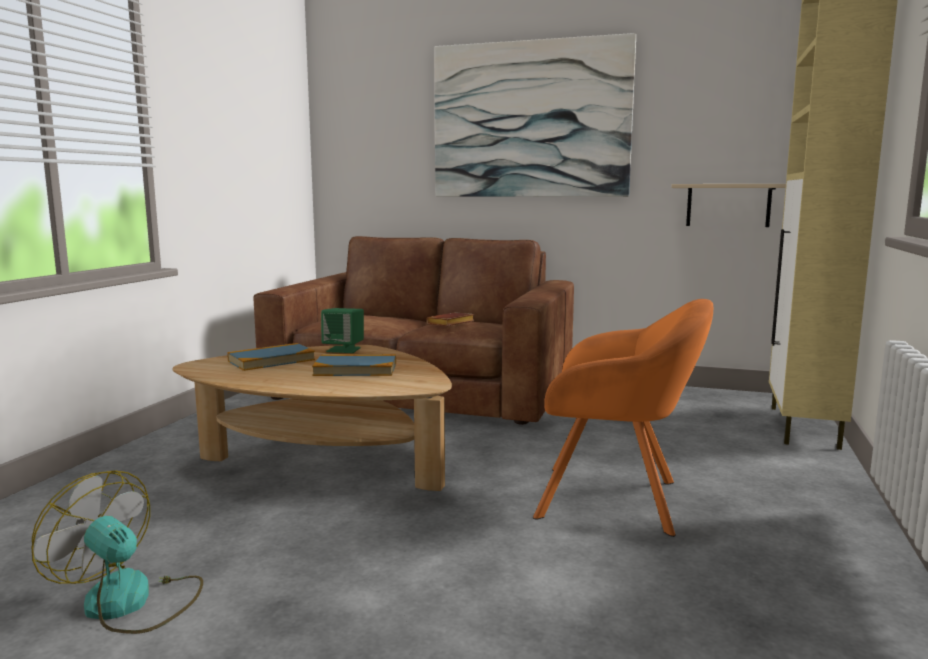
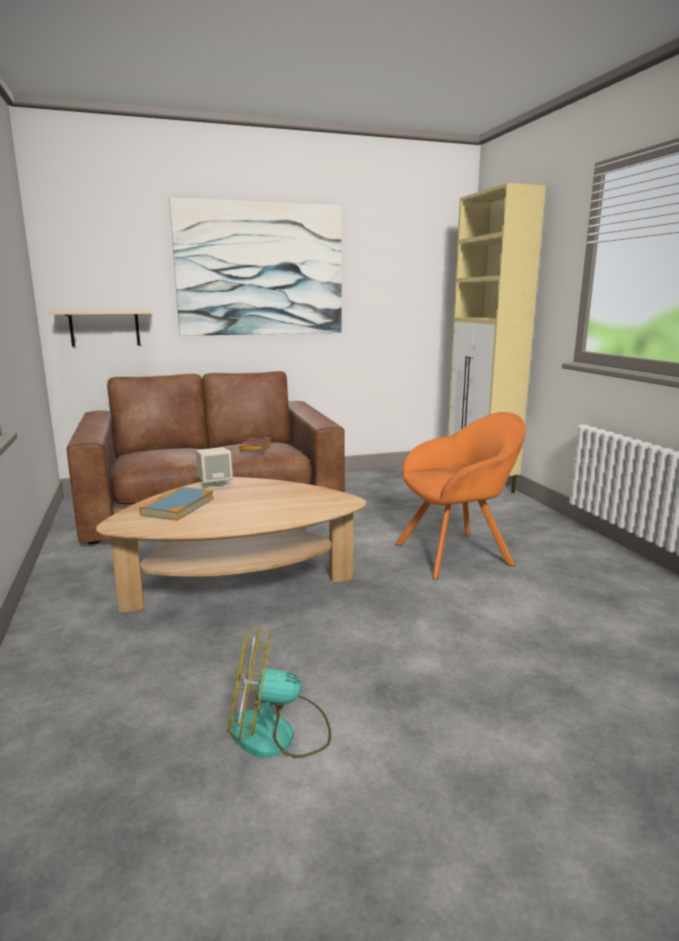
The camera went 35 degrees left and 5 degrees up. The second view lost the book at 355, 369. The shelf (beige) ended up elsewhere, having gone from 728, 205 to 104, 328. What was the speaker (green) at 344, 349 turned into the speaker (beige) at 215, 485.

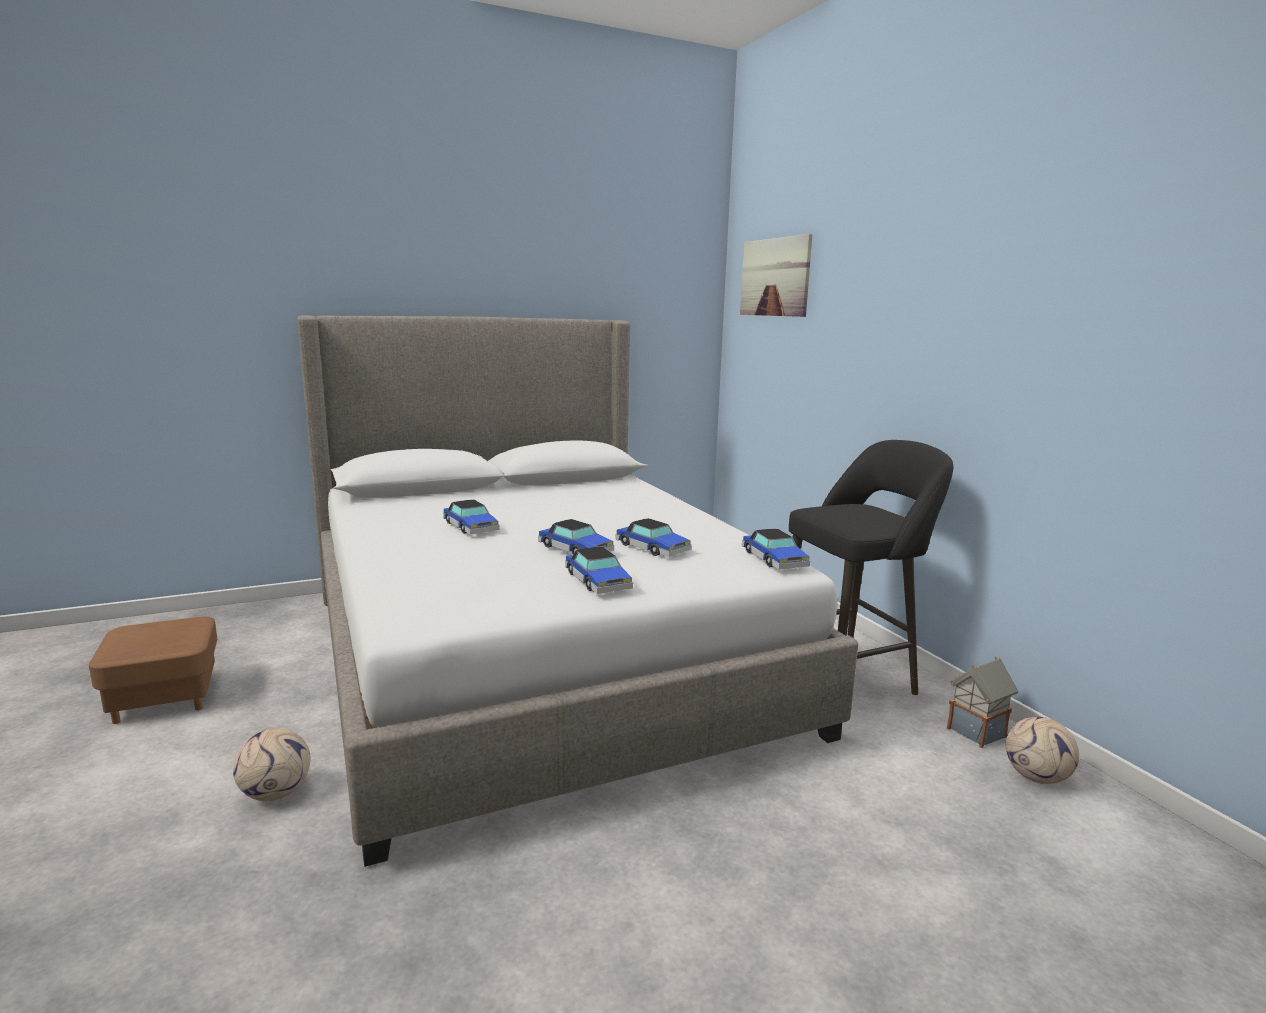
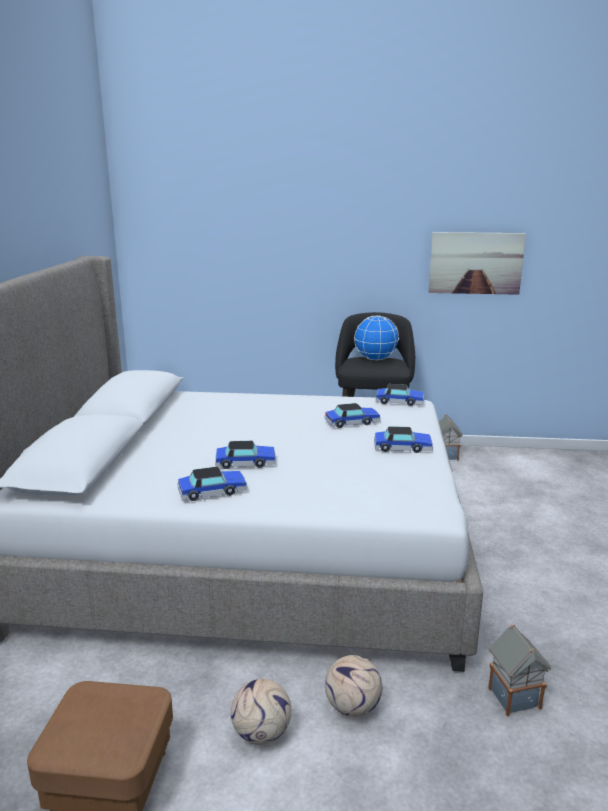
The camera went 60 degrees left and 5 degrees up. The second view gained the globe at 376, 359. The second view gained the toy house at 513, 697. The toy car ended up elsewhere, having gone from 575, 549 to 212, 491. The picture ended up elsewhere, having gone from 774, 277 to 475, 263. The football ended up elsewhere, having gone from 1037, 777 to 262, 733.

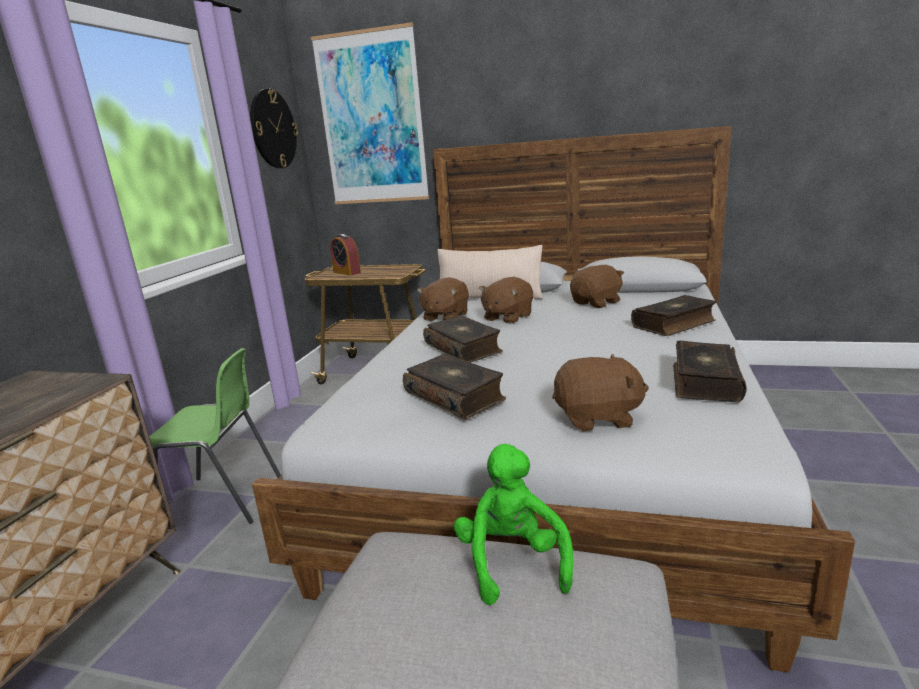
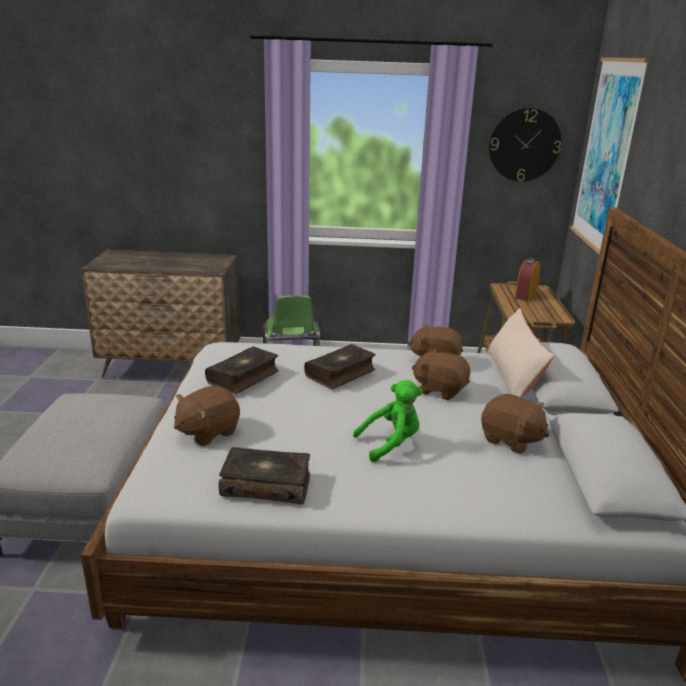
The camera went 75 degrees right and 5 degrees up. The second view lost the book at 674, 324. The plush toy (green) ended up elsewhere, having gone from 512, 562 to 391, 444. The plush toy (brown) at 598, 418 ended up facing another way, 60 degrees clockwise from before.

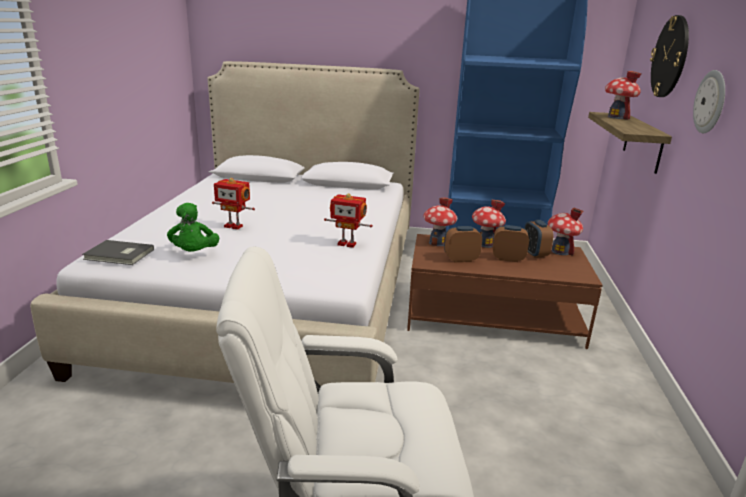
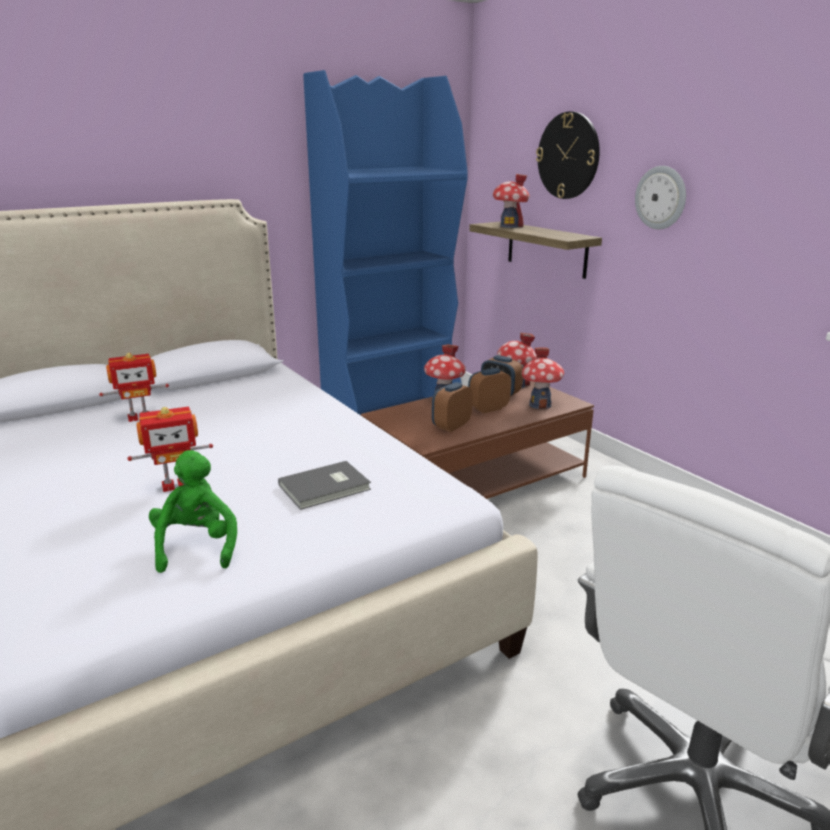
The camera went 40 degrees left and 0 degrees up. The book (grey) ended up elsewhere, having gone from 119, 255 to 326, 488. The toy robot ended up elsewhere, having gone from 347, 244 to 139, 417. The toy house ended up elsewhere, having gone from 438, 243 to 540, 404. The plush toy (green) at 194, 253 ended up facing another way, 135 degrees counterclockwise from before.

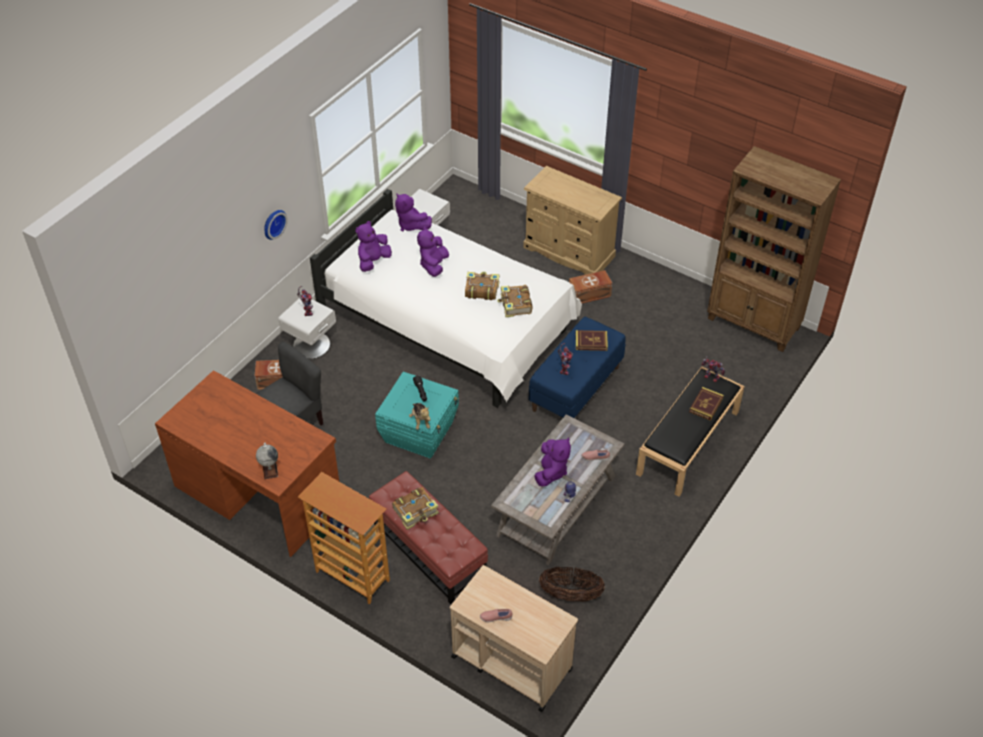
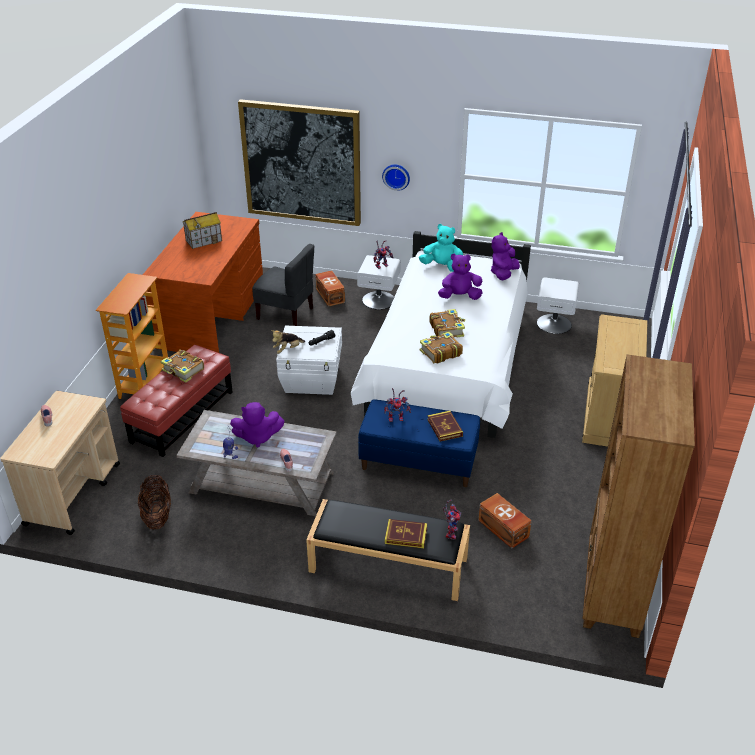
The camera went 70 degrees right and 10 degrees down. The second view lost the globe at 270, 470. The second view gained the toy house at 204, 240. The second view gained the picture at 302, 163. The storage box (brown) ended up elsewhere, having gone from 590, 294 to 503, 529. What was the plush toy (purple) at 373, 261 turned into the plush toy (turquoise) at 442, 266. What was the storage box (turquoise) at 419, 432 turned into the storage box (white) at 312, 379.

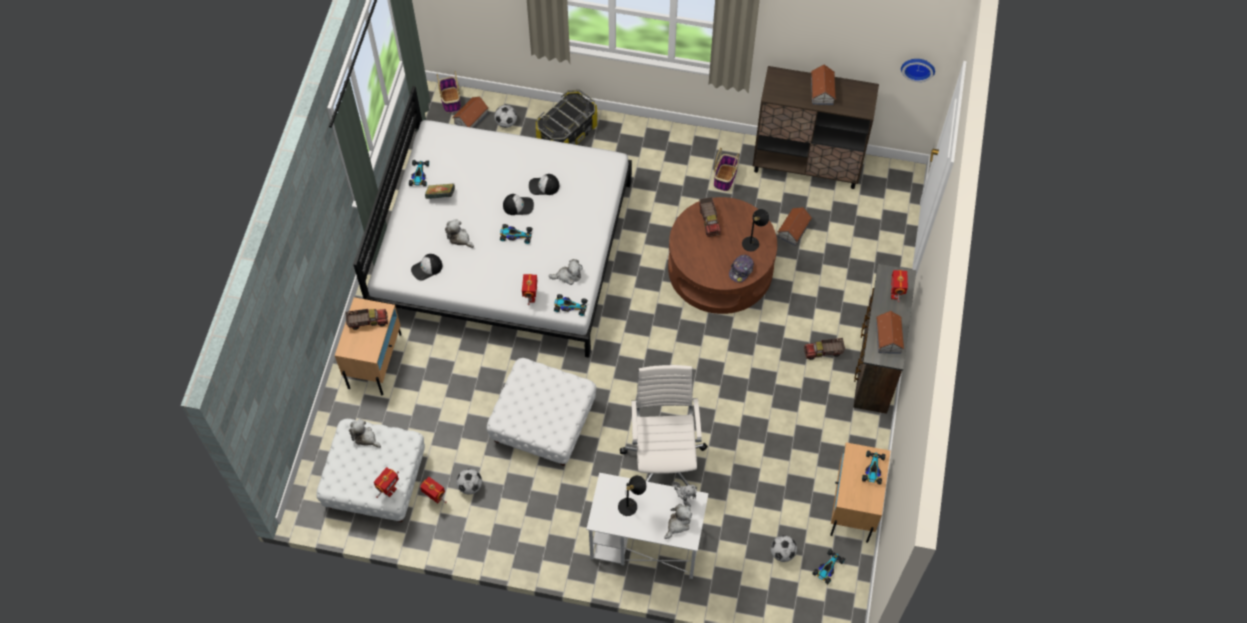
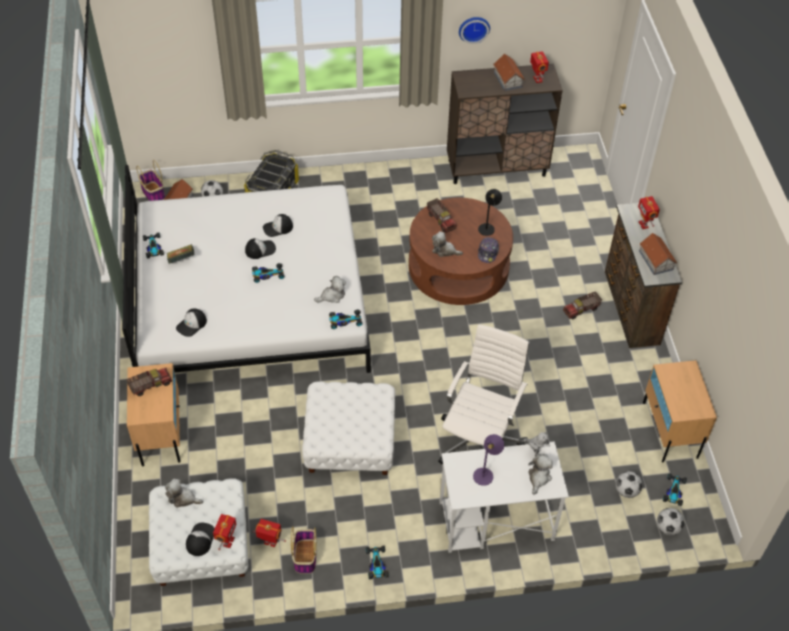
The camera went 20 degrees left and 10 degrees down. The second view lost the toy house at 794, 230. The second view gained the cap at 200, 539. The plush toy ended up elsewhere, having gone from 459, 238 to 444, 250. The football ended up elsewhere, having gone from 470, 486 to 667, 528. The toy robot ended up elsewhere, having gone from 531, 297 to 537, 79. The basket ended up elsewhere, having gone from 725, 177 to 305, 556. The toy car ended up elsewhere, having gone from 873, 469 to 376, 564. The wall clock ended up elsewhere, having gone from 918, 67 to 473, 28. What was the table lamp (black) at 631, 505 turned into the table lamp (purple) at 486, 474. The office chair (white) at 664, 458 ended up facing another way, 45 degrees clockwise from before.

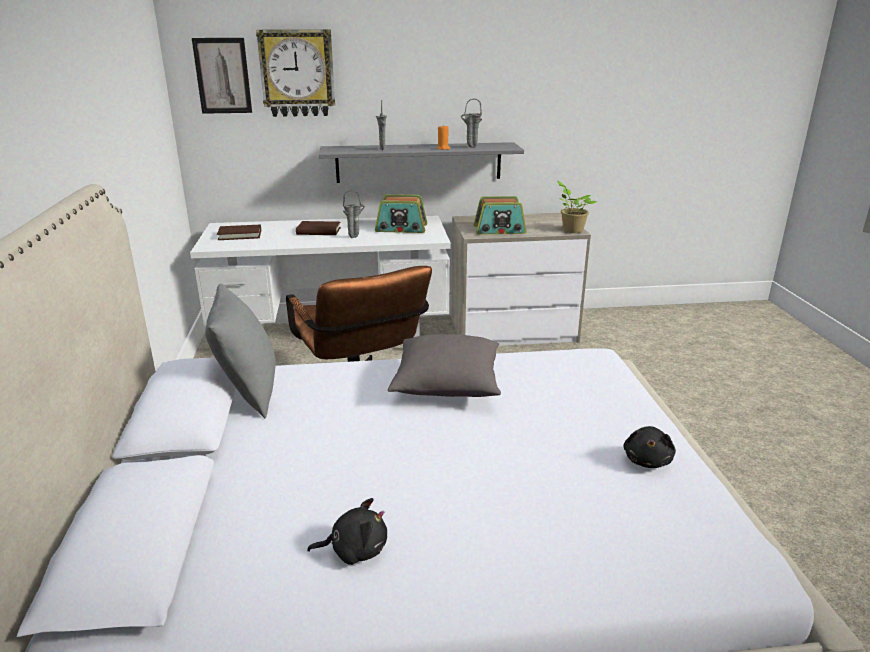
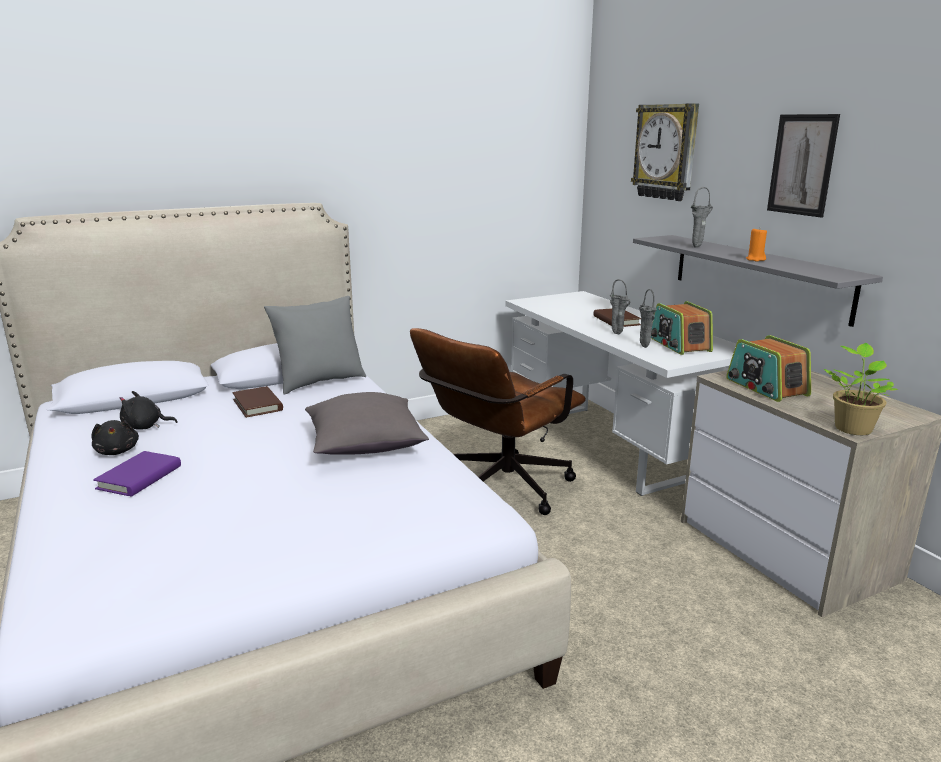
The camera went 70 degrees right and 5 degrees down. The second view gained the book (purple) at 139, 477. The picture ended up elsewhere, having gone from 222, 76 to 802, 165. The book (brown) ended up elsewhere, having gone from 240, 235 to 258, 405. The vase (grey) ended up elsewhere, having gone from 470, 147 to 643, 346. The plush toy (black) ended up elsewhere, having gone from 647, 460 to 145, 427.

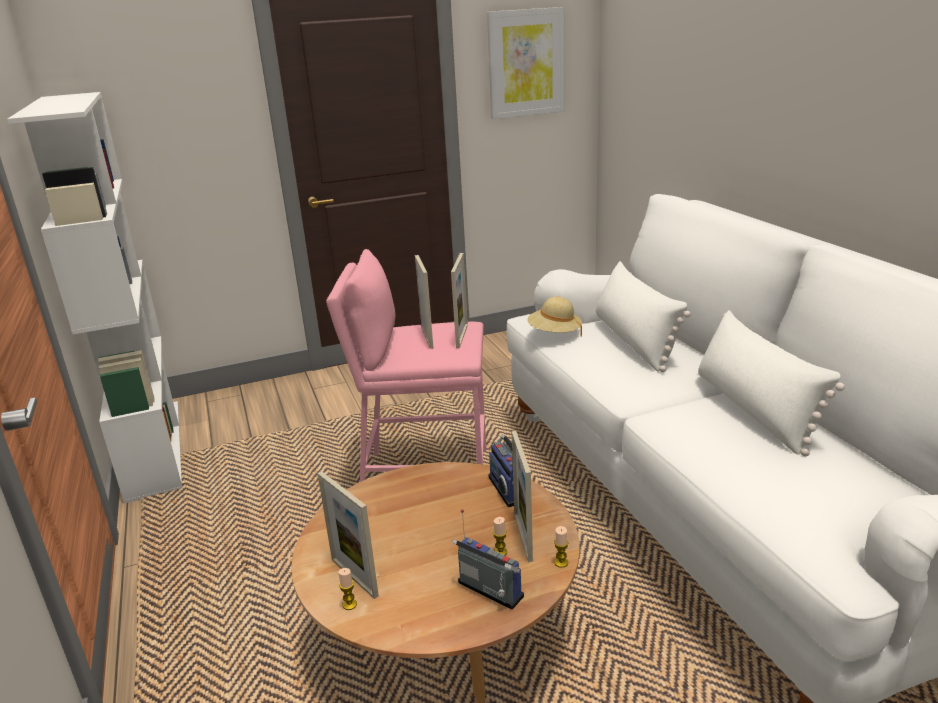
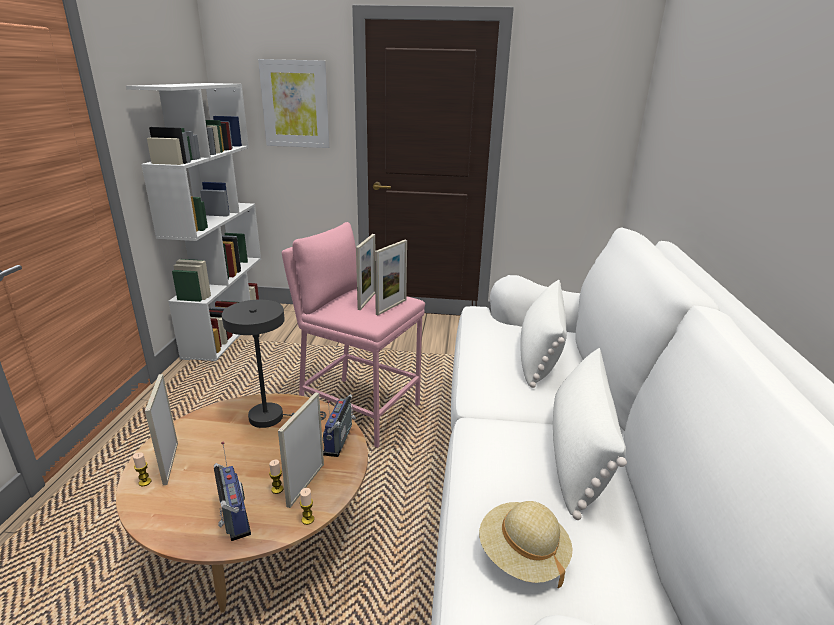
The camera went 25 degrees right and 0 degrees up. The second view gained the table lamp (grey) at 273, 417. The picture ended up elsewhere, having gone from 526, 63 to 295, 104. The hat (beige) ended up elsewhere, having gone from 554, 333 to 522, 556.

